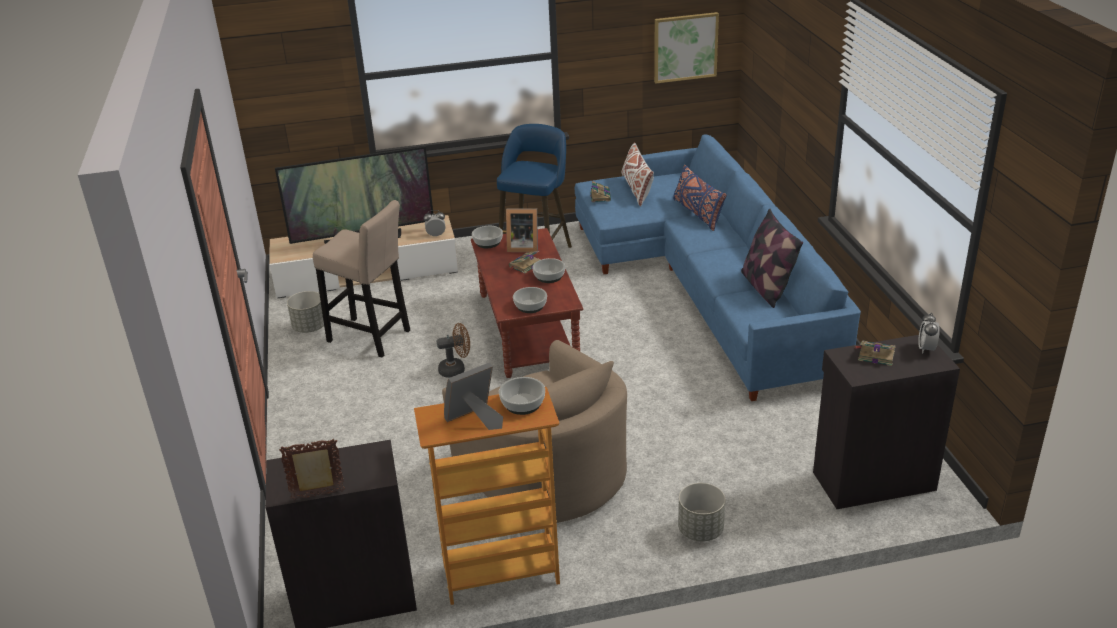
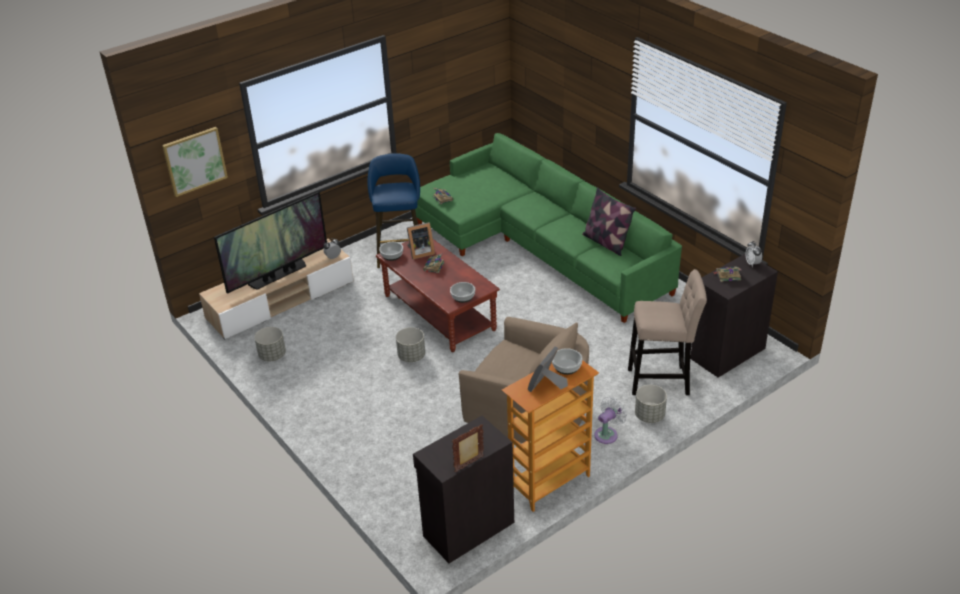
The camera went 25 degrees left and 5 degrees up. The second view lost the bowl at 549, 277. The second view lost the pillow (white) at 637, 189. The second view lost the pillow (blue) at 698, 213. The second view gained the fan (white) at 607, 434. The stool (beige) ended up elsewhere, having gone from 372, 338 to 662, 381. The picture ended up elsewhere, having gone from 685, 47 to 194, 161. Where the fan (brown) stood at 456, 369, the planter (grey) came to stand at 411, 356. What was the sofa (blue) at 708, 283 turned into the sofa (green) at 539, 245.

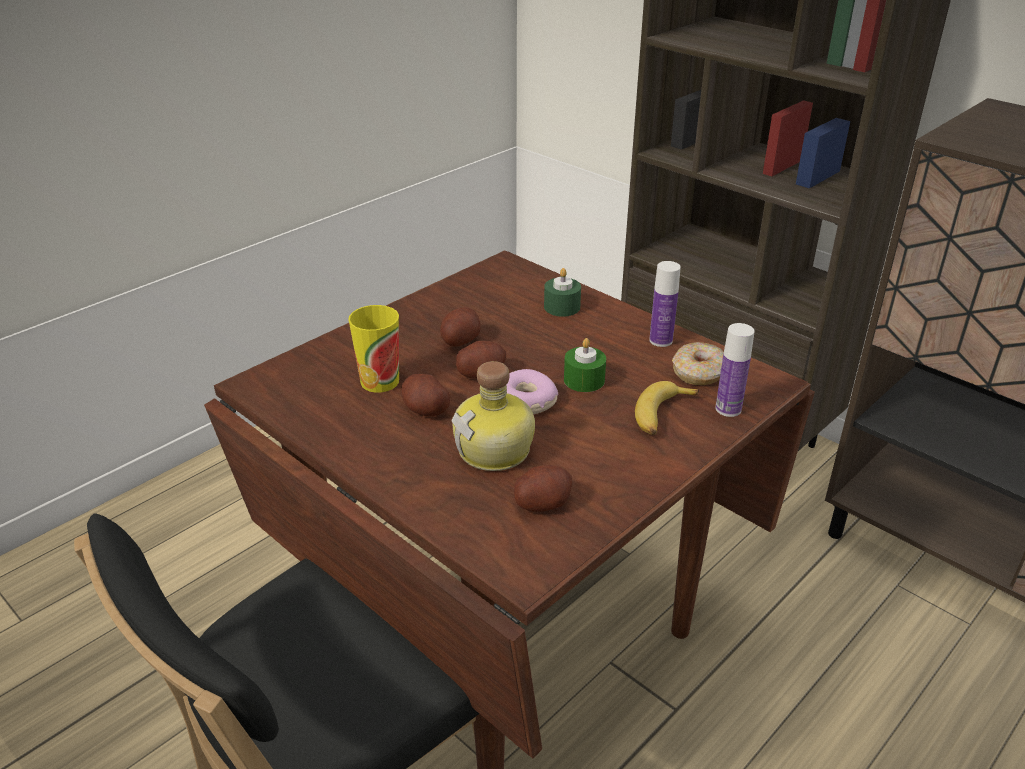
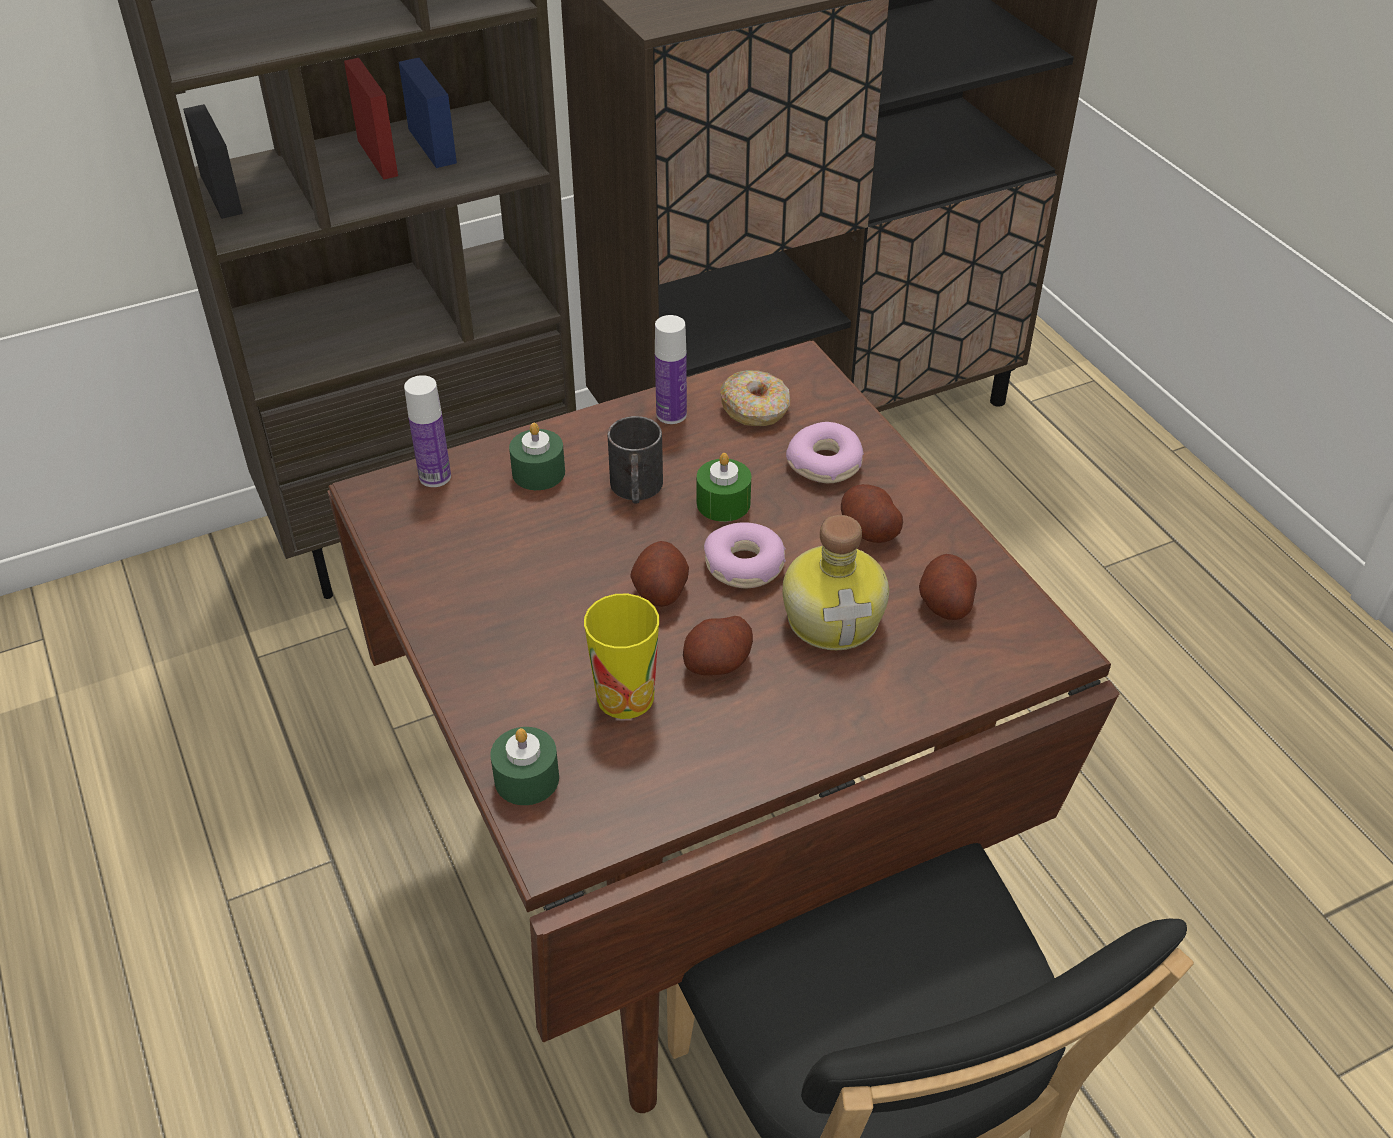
The camera went 70 degrees left and 10 degrees up. The second view gained the candle (green) at 526, 779. The second view gained the mug (black) at 636, 490. The potato ended up elsewhere, having gone from 460, 340 to 868, 530. The bottle ended up elsewhere, having gone from 728, 409 to 435, 476. Where the banana stood at 662, 416, the donut came to stand at 825, 464.

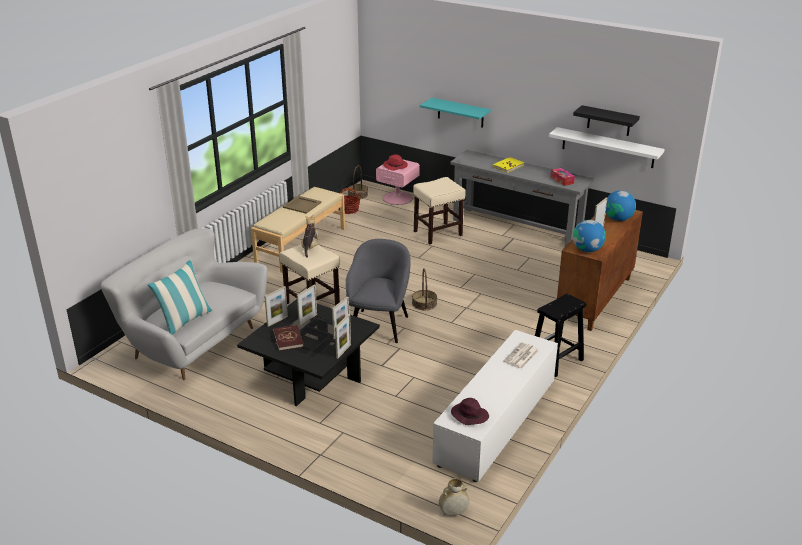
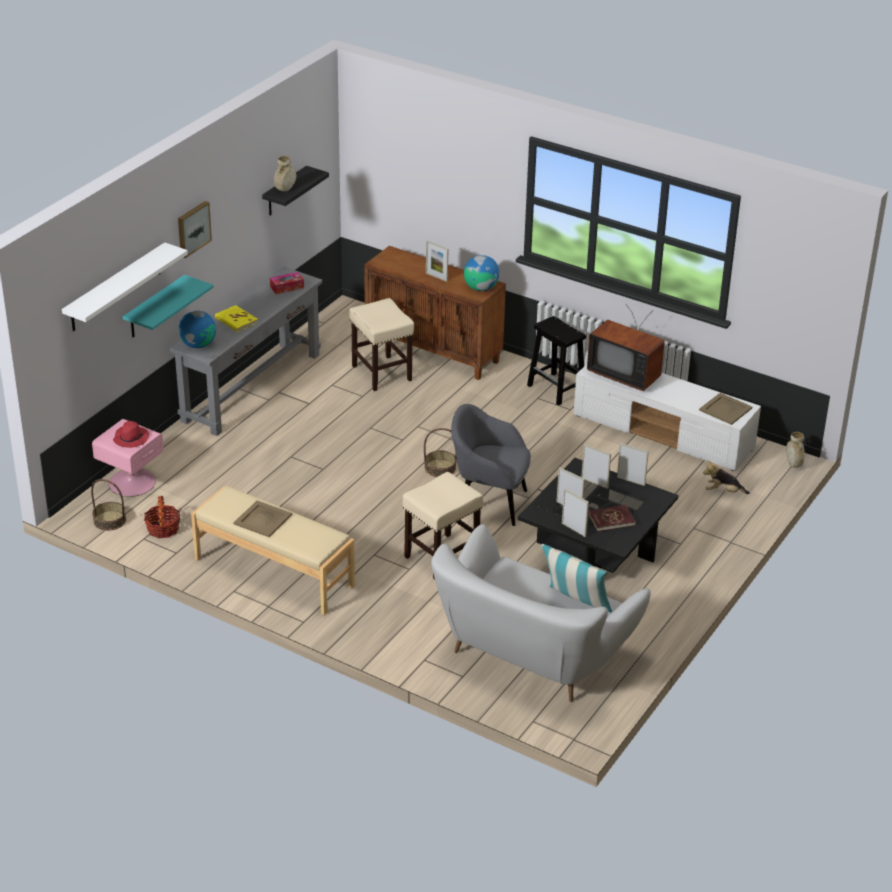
The camera went 90 degrees left and 5 degrees up. The second view gained the picture at 192, 228. The second view gained the vase (beige) at 285, 189. The plush toy ended up elsewhere, having gone from 310, 247 to 723, 492. The stool (beige) ended up elsewhere, having gone from 438, 233 to 381, 373. The shelf (white) ended up elsewhere, having gone from 608, 147 to 115, 288. The globe ended up elsewhere, having gone from 618, 219 to 198, 344. Where the hat (purple) stood at 469, 415, the tray (beige) came to stand at 725, 409. Where the newspaper stood at 521, 356, the television came to stand at 625, 374.

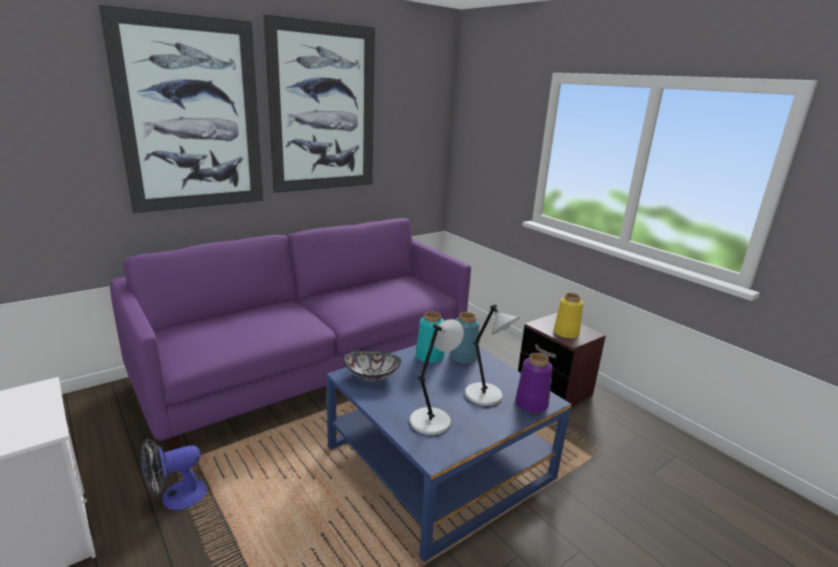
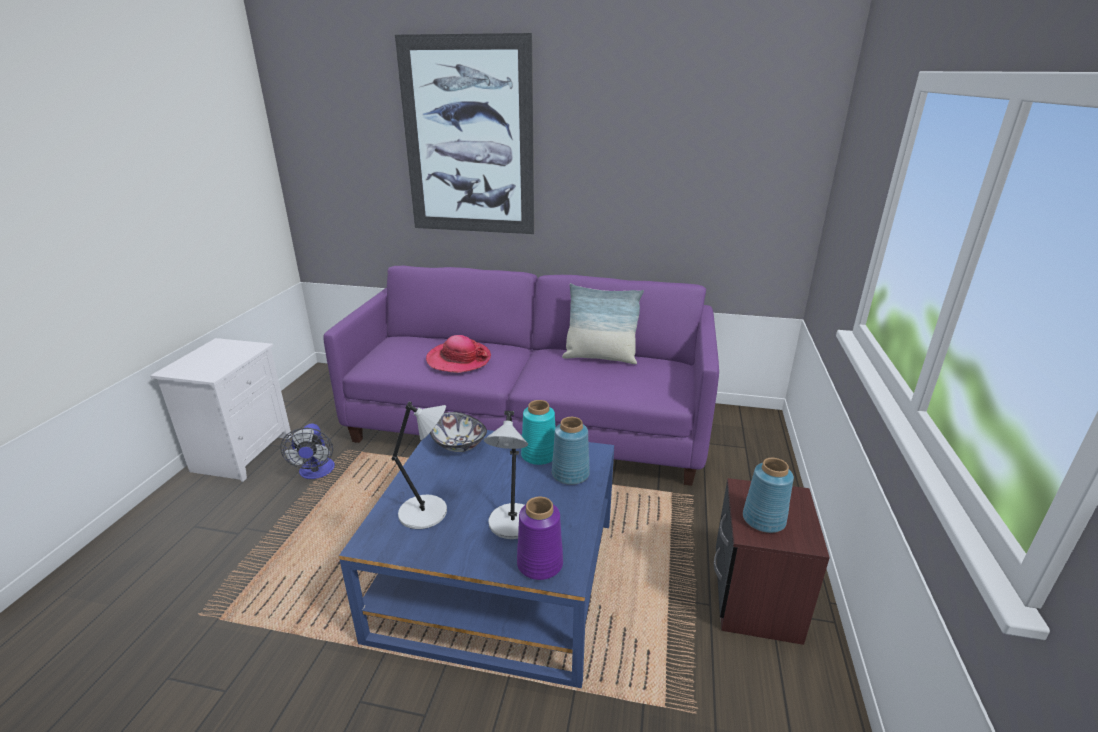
The camera went 50 degrees right and 5 degrees up. The second view lost the picture at 323, 109. The second view gained the hat at 458, 359. The second view gained the pillow at 600, 357. What was the vase (yellow) at 566, 333 turned into the vase (blue) at 763, 520. The fan at 175, 497 ended up facing another way, 120 degrees counterclockwise from before.

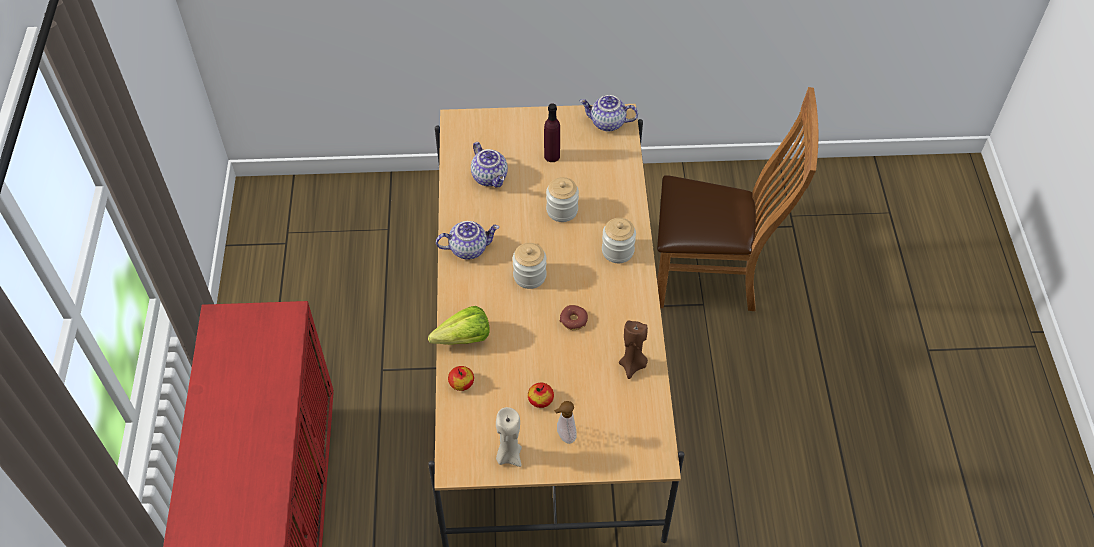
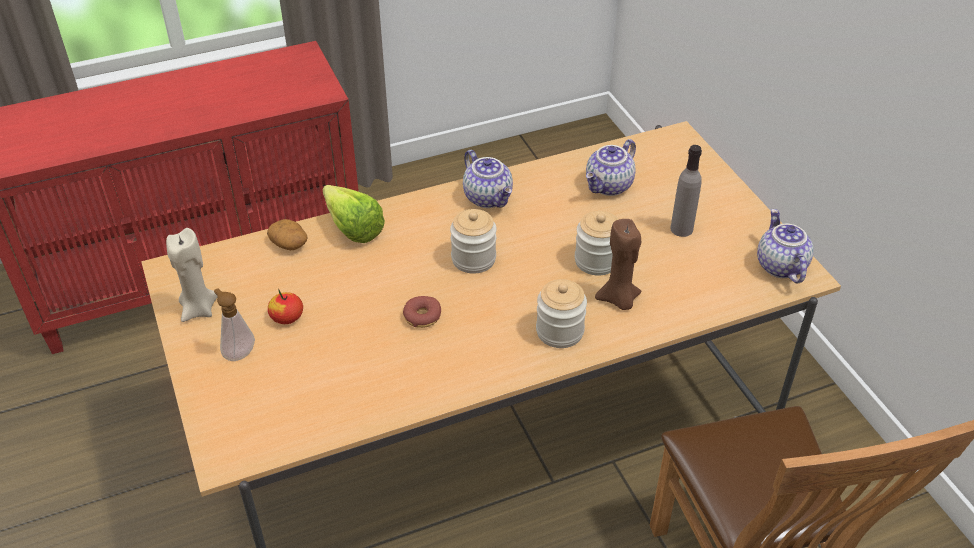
The camera went 70 degrees right and 10 degrees down. The candle (brown) ended up elsewhere, having gone from 632, 365 to 619, 300. Where the apple stood at 461, 383, the potato came to stand at 289, 244. What was the bottle (purple) at 552, 156 turned into the bottle (grey) at 681, 229.

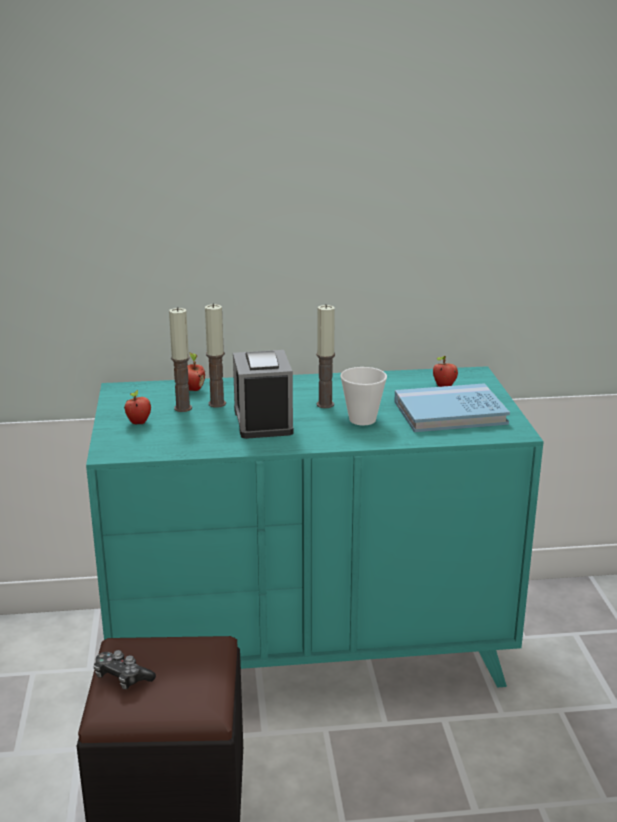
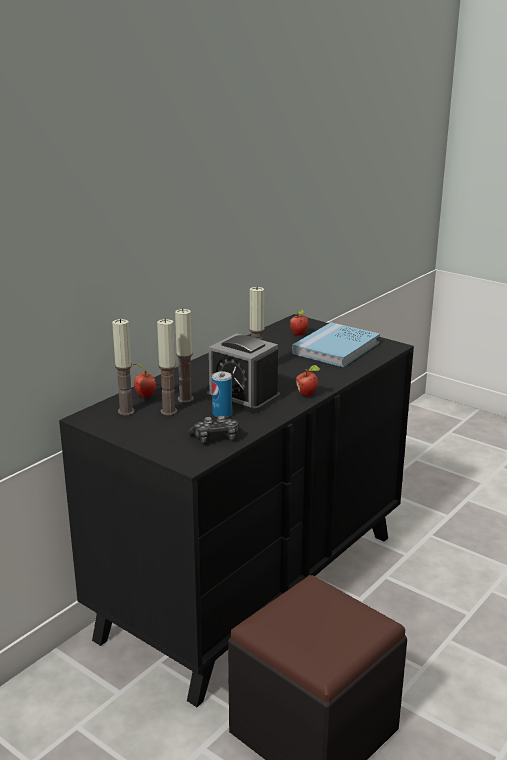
The camera went 45 degrees left and 0 degrees up. The second view lost the cup at 362, 419. The second view gained the candle at 126, 411. The second view gained the can at 222, 414. The game controller ended up elsewhere, having gone from 122, 677 to 215, 438. The apple ended up elsewhere, having gone from 139, 423 to 307, 394. What was the dresser (turquoise) at 310, 650 turned into the dresser (black) at 253, 584.

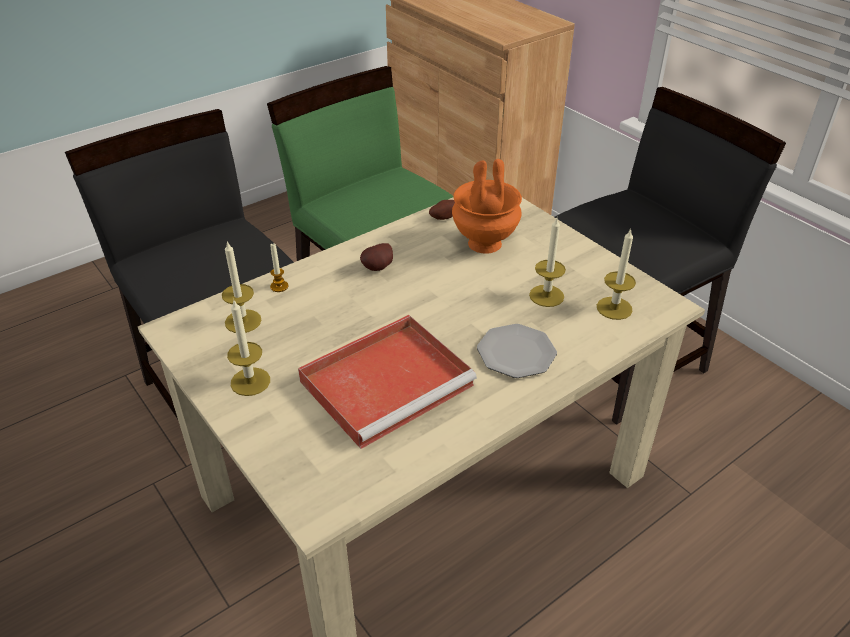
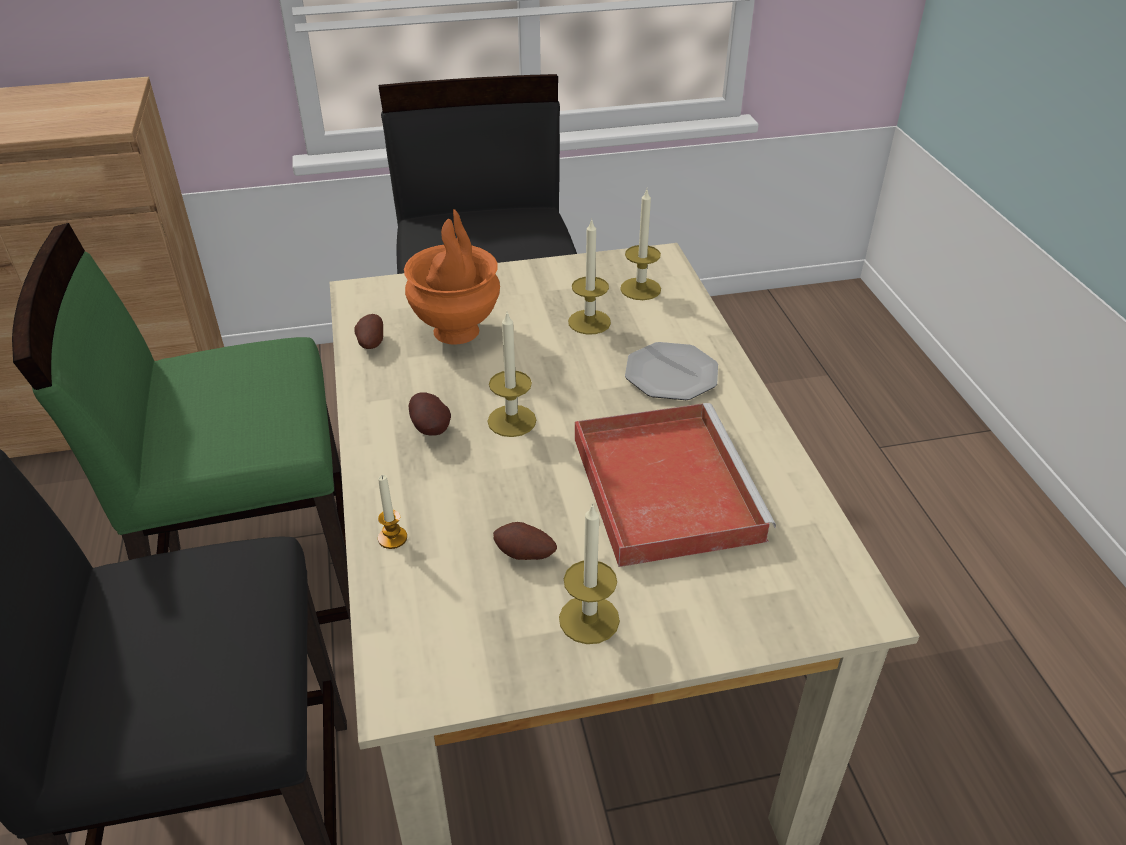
The camera went 65 degrees left and 0 degrees up. The second view gained the potato at 524, 555. The candle ended up elsewhere, having gone from 243, 321 to 511, 421.

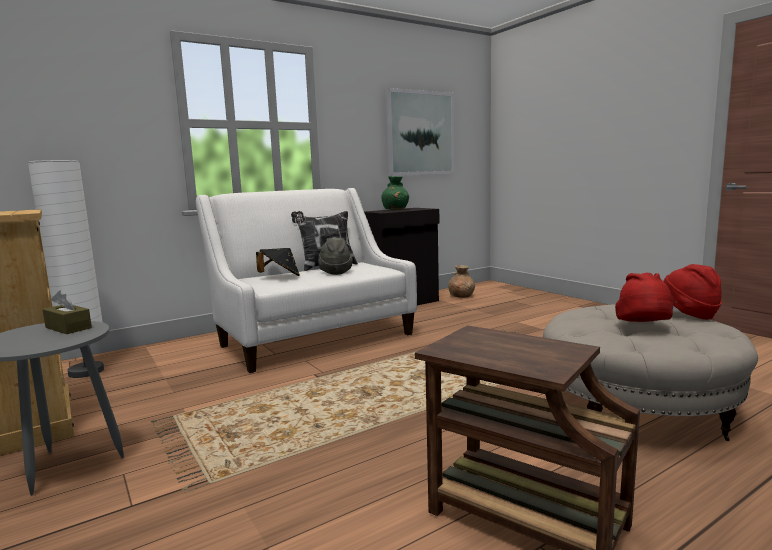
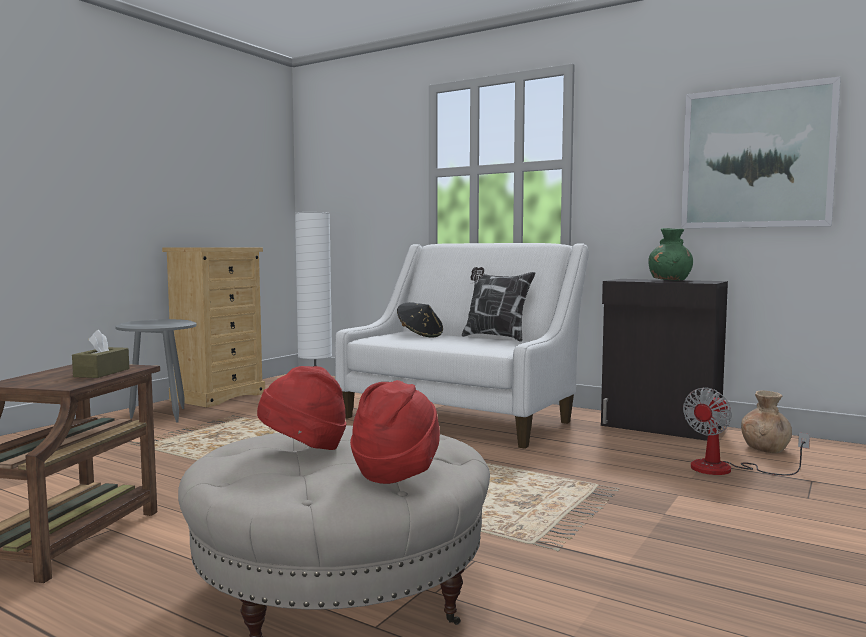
The camera went 65 degrees right and 5 degrees down. The second view lost the hat (grey) at 335, 272. The second view gained the fan at 726, 469. The tissue box (brown) ended up elsewhere, having gone from 68, 328 to 102, 373.

